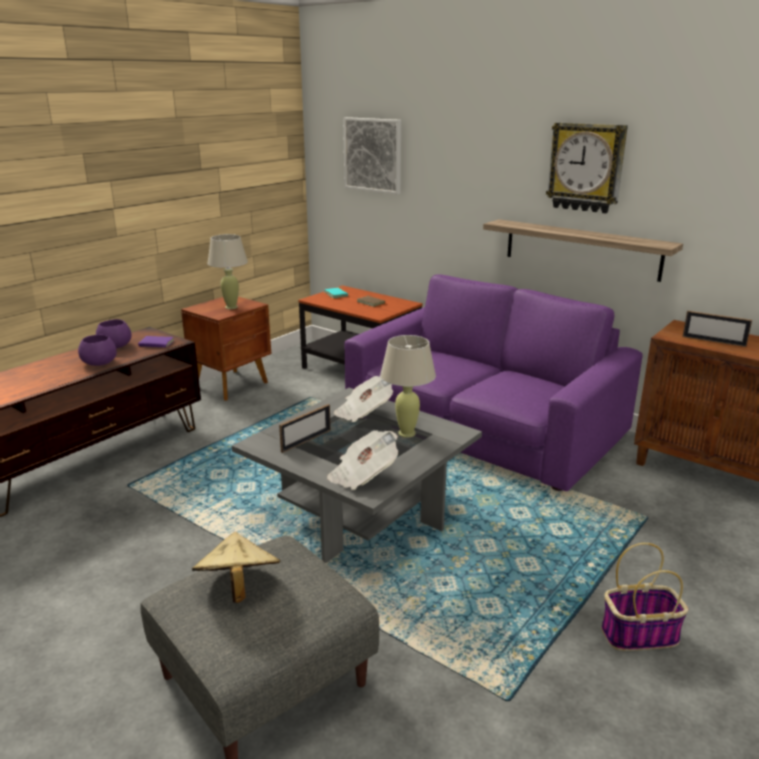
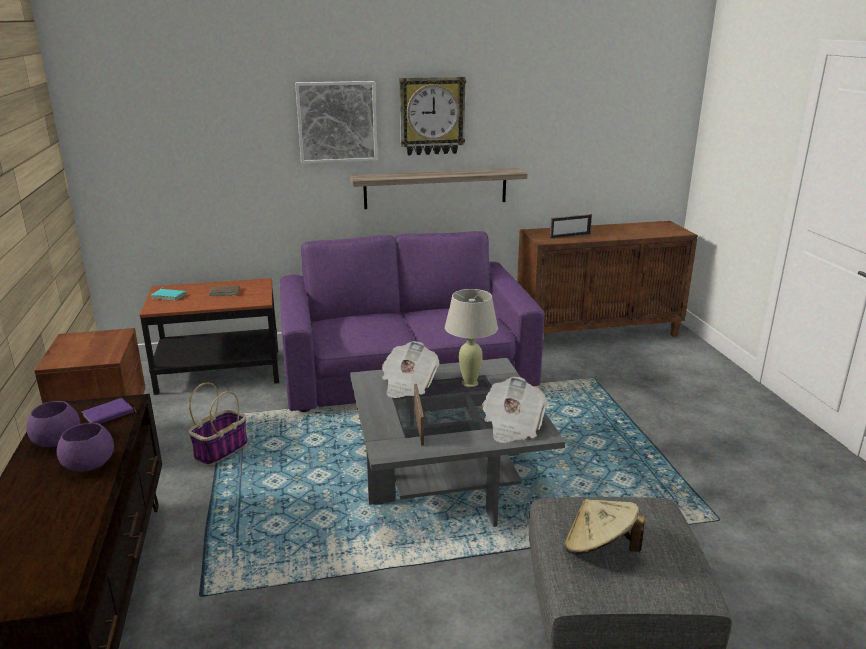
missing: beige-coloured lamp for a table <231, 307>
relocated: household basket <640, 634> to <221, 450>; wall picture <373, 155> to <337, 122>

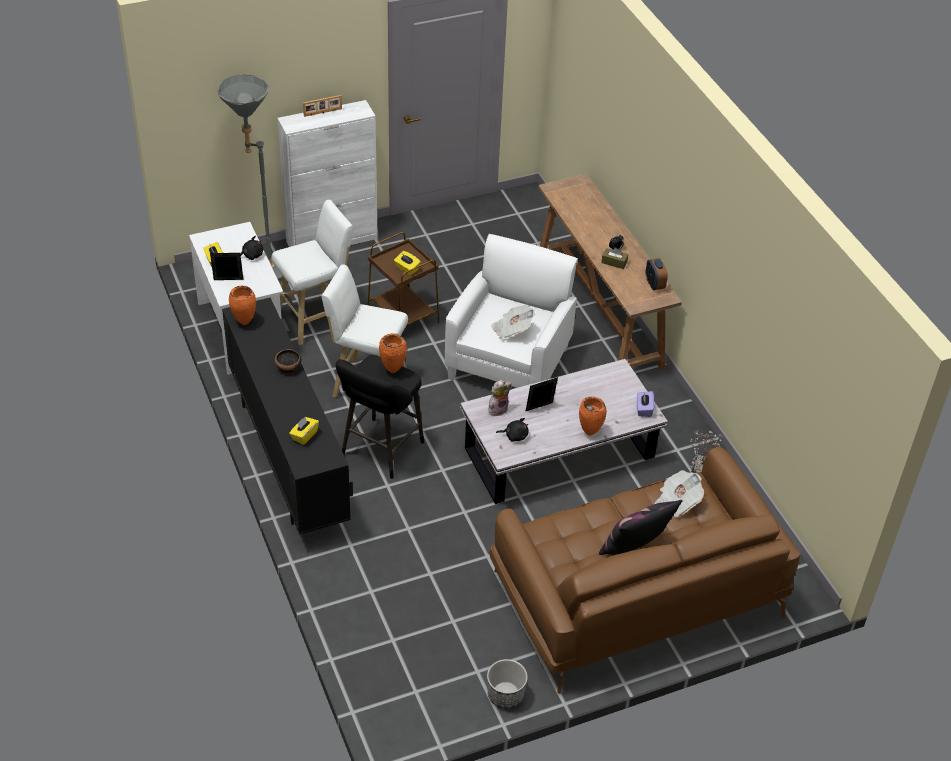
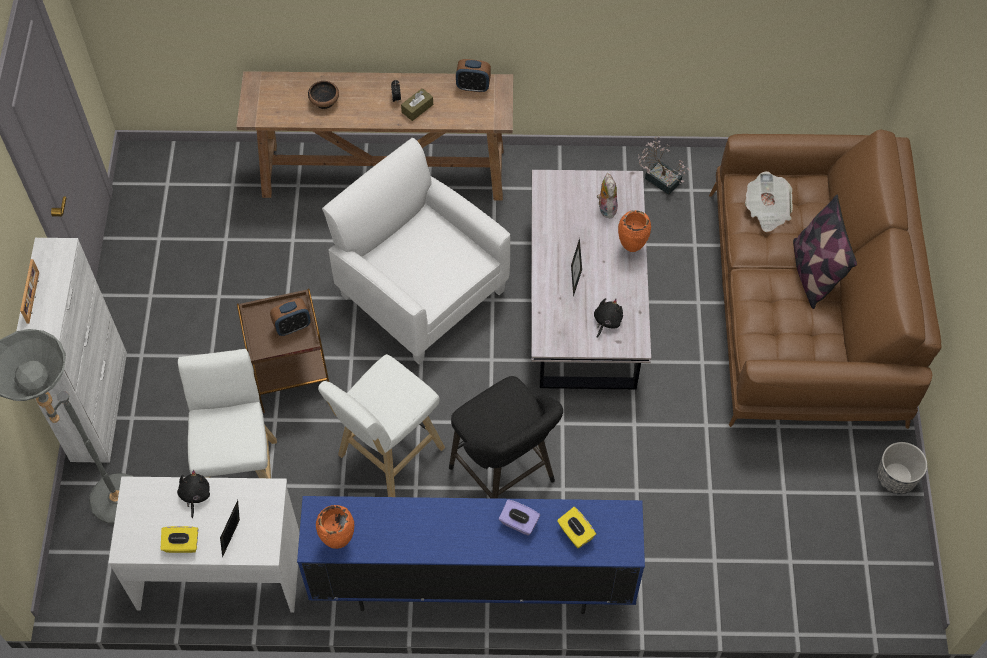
missing: orange-coloured decorative vase <393, 370>; printed paper <512, 330>
relocated: bowl <288, 367> to <324, 101>; purplish tissue holder <644, 409> to <518, 523>; soft toy <498, 409> to <606, 207>
exchanged: yellowish tissue holder <407, 269> to bedside clock <292, 326>
colour: blackish media console <287, 457> to blue-coloured media console <471, 584>

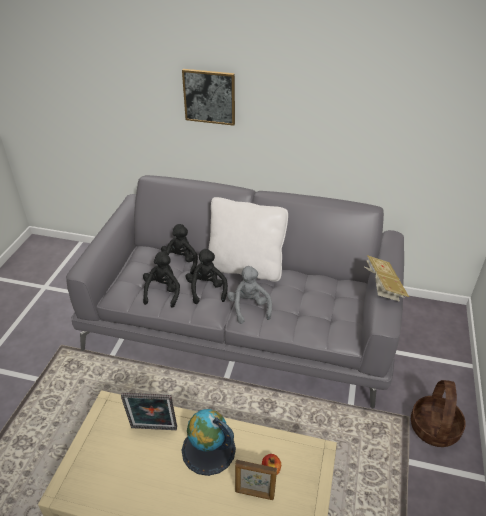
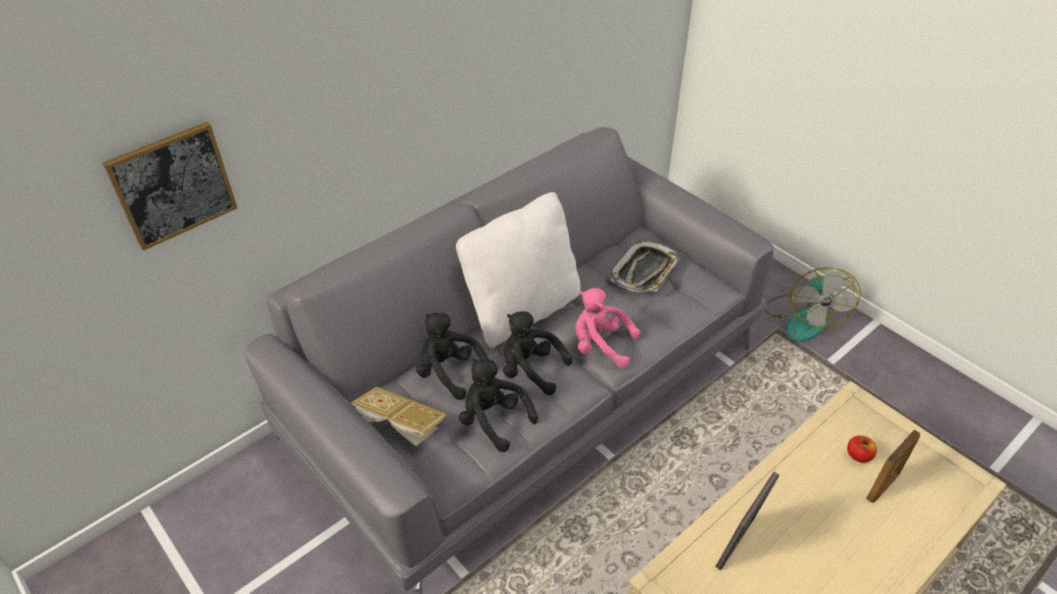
missing: desk globe <208, 450>
appeared: tray <645, 271>
relocated: wall picture <209, 96> to <173, 185>; bound book <382, 287> to <400, 426>
exchanged: household basket <434, 428> to cooling fan <803, 318>
colour: greyish soft toy <249, 308> to pink-coloured soft toy <601, 346>

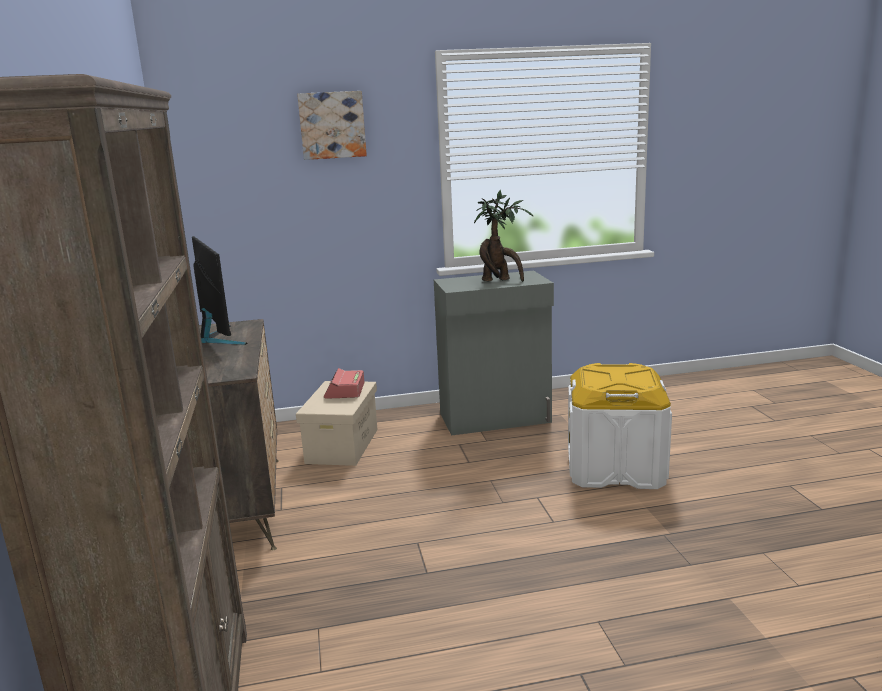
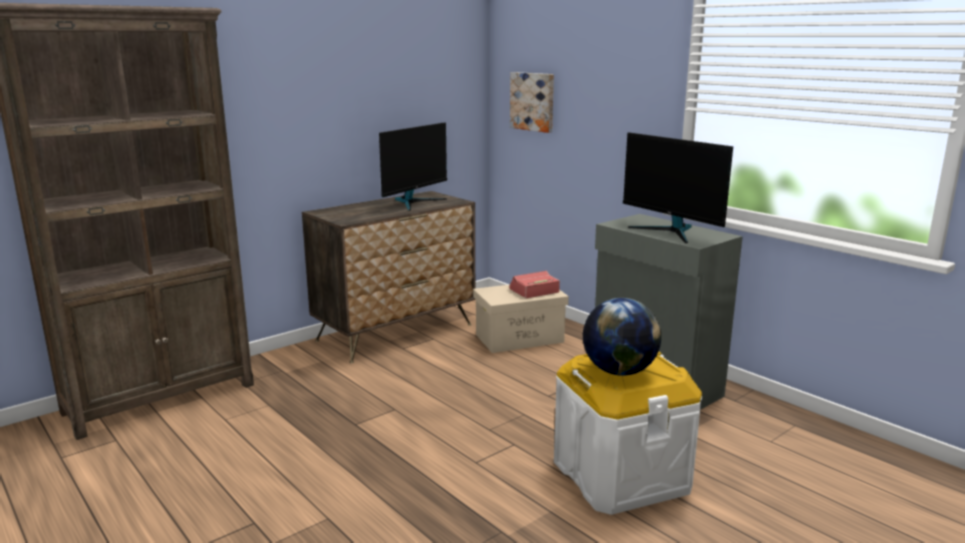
appeared: desk globe <619, 371>
relocated: wall picture <332, 125> to <533, 101>
exchanged: plant in a pot <500, 280> to computer display <671, 231>

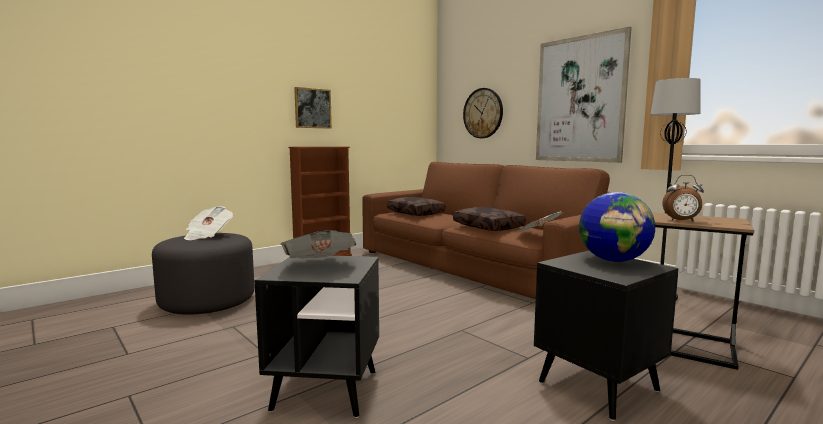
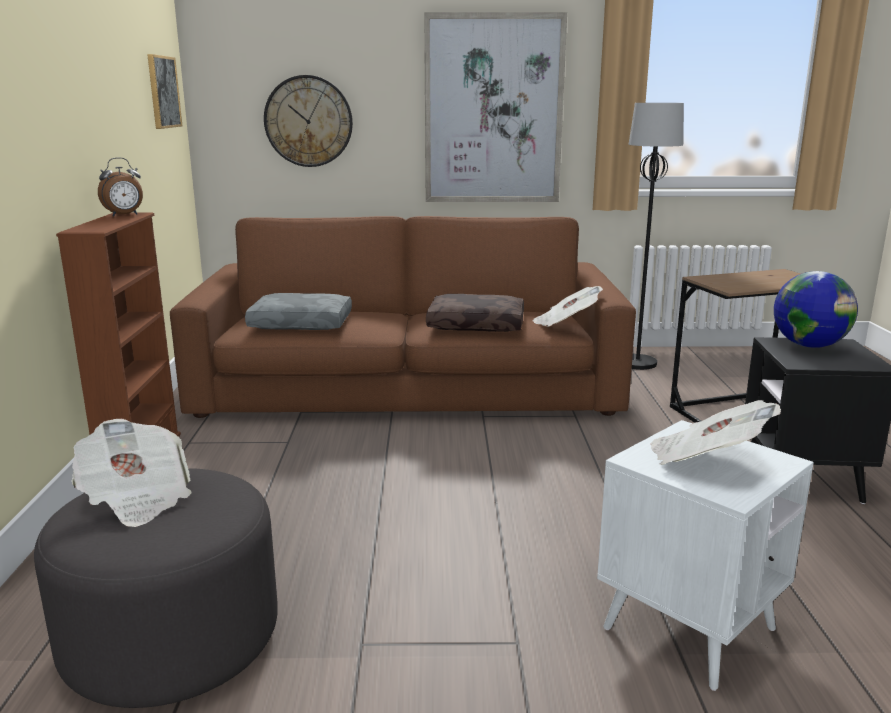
relocated: bedside clock <682, 221> to <124, 215>; wall picture <312, 108> to <163, 92>
colour: brown pillow <416, 213> to greyish pillow <302, 323>; blackish side table <325, 390> to white side table <689, 628>

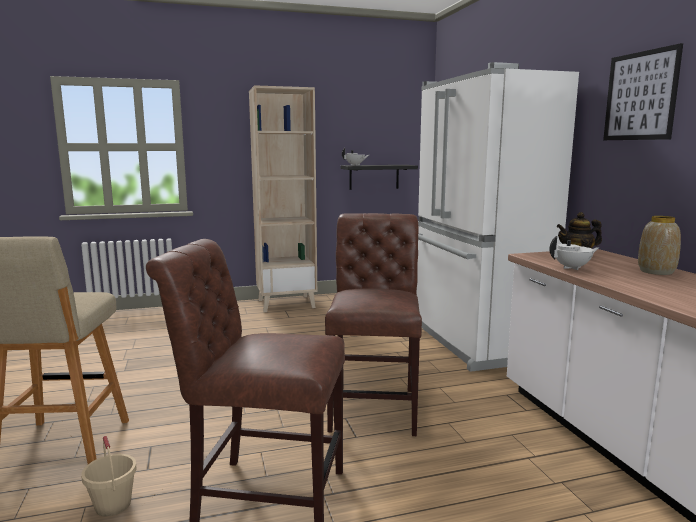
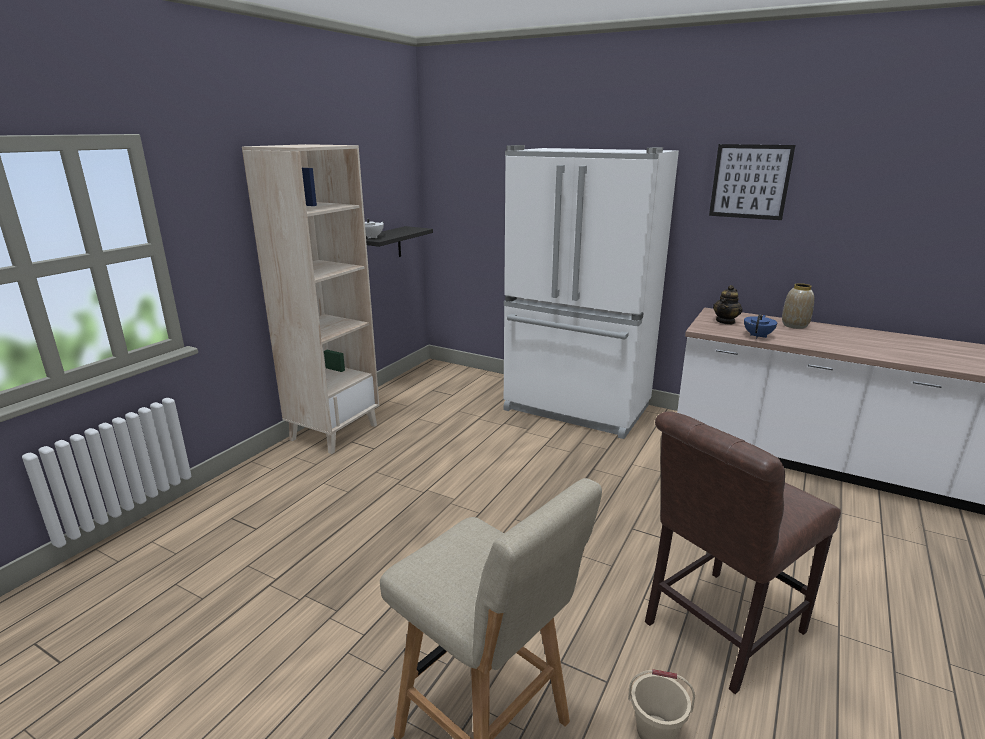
missing: brown chair <375, 405>
colour: white tea pot <572, 268> to blue-coloured tea pot <758, 336>

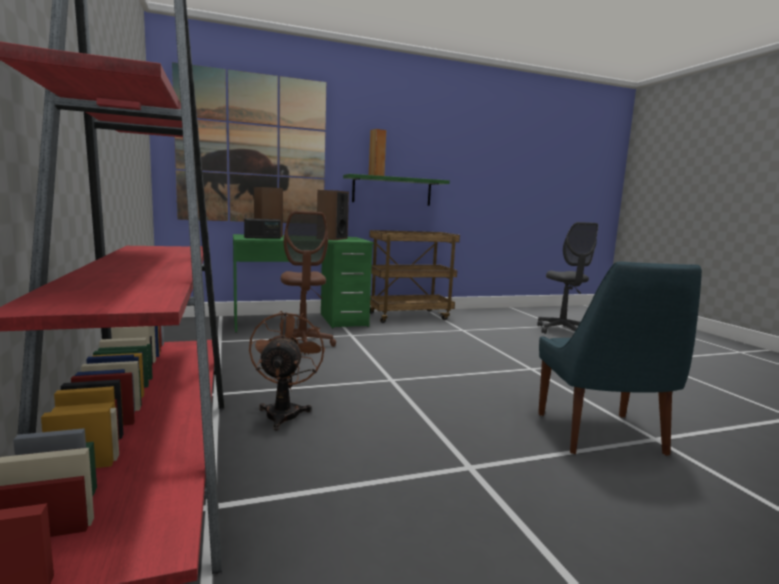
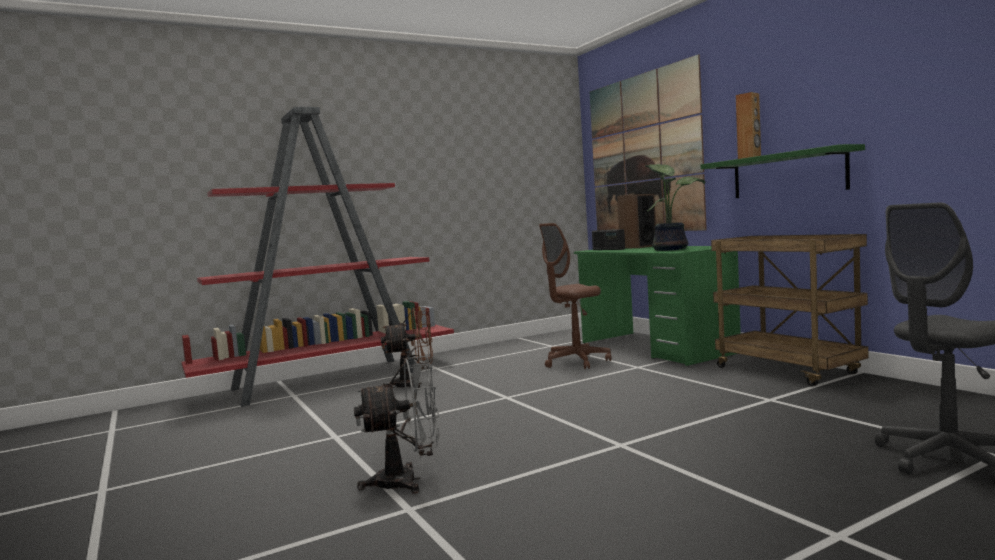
exchanged: blue-coloured chair <601, 436> to greyish cooling fan <407, 481>; audio speaker <332, 238> to plant in a pot <670, 249>

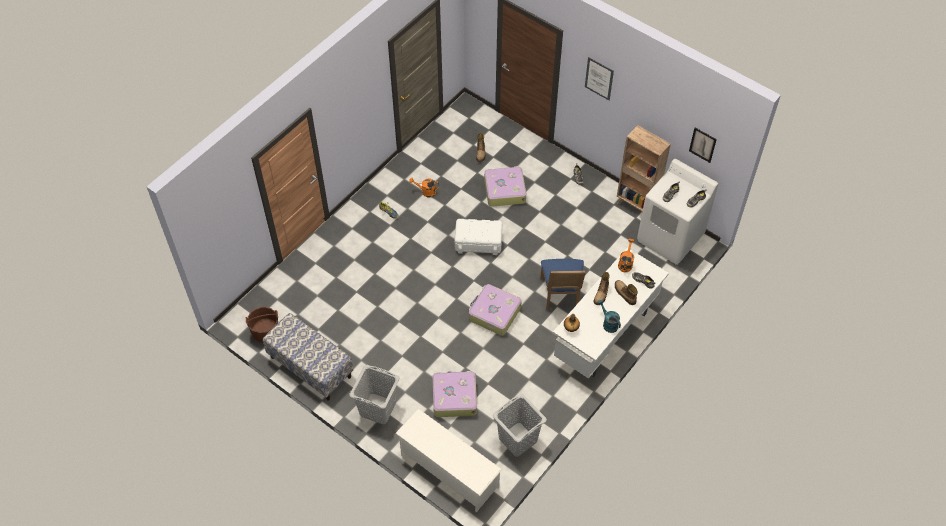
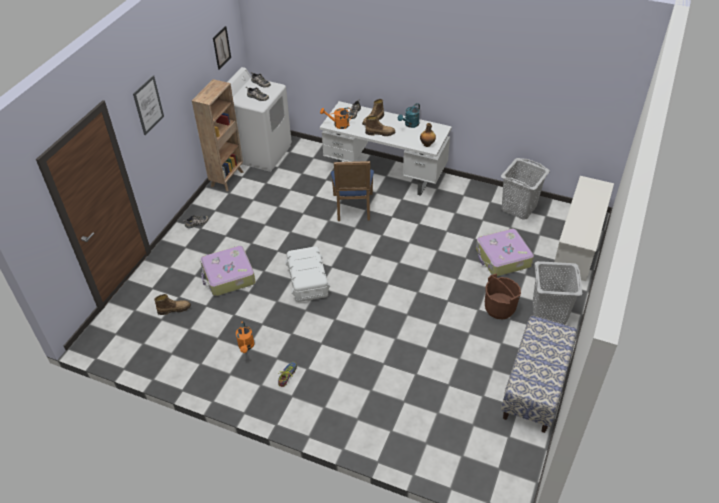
missing: suitcase <494, 313>
relocated: brown pail <266, 332> to <499, 308>
spun: blue-coloured chair <561, 296> = <353, 209> 105 degrees clockwise

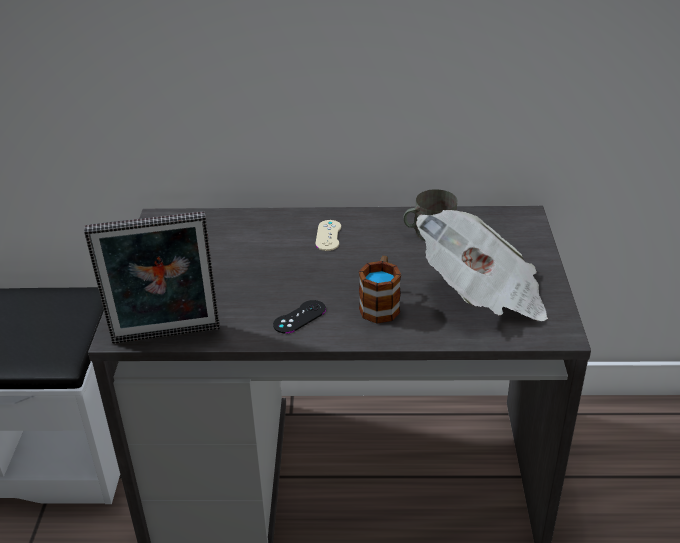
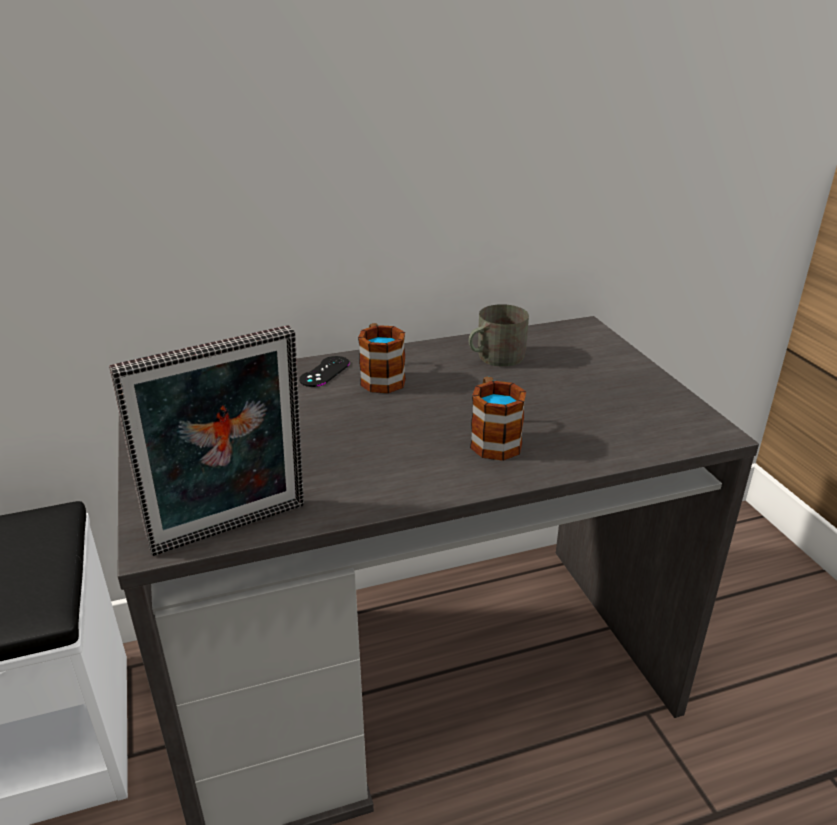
missing: printed paper <482, 295>
relocated: blackish game controller <299, 317> to <324, 372>
exchanged: beige-coloured game controller <328, 235> to coffee mug <380, 377>

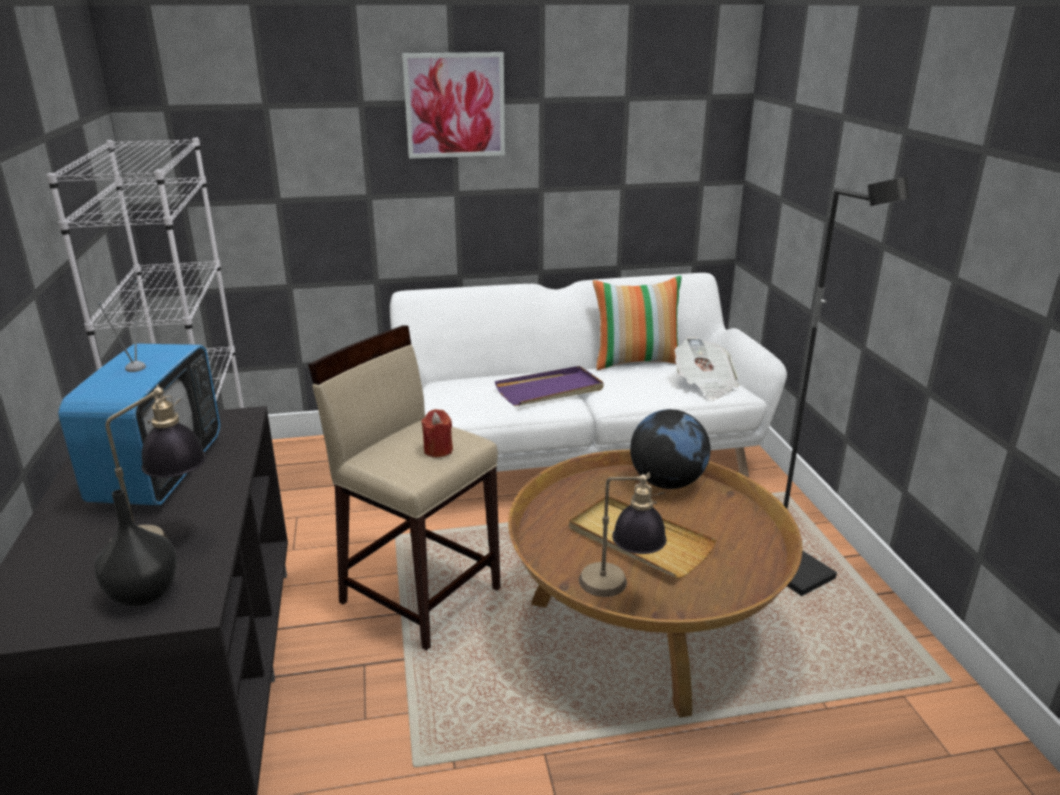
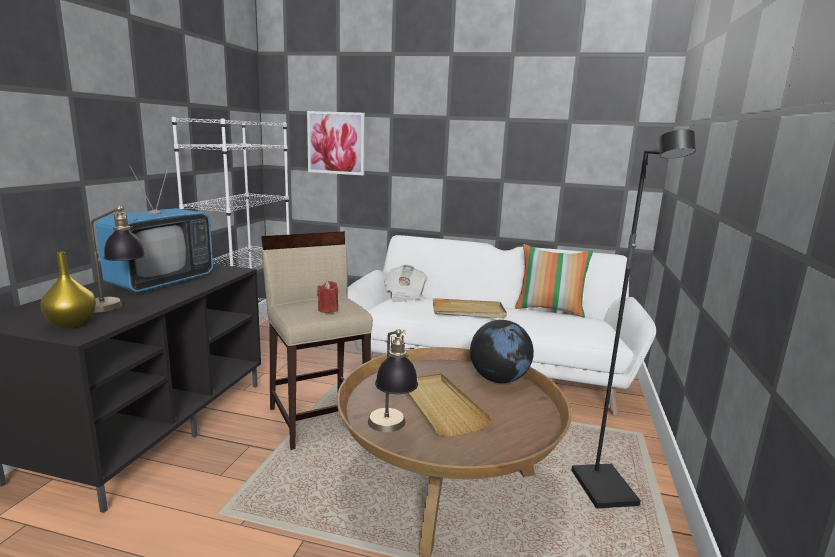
relocated: wall picture <455, 105> to <336, 143>; printed paper <705, 384> to <404, 295>
colour: blackish decorative vase <142, 593> to yellowish decorative vase <71, 324>; purplish tray <550, 390> to beige-coloured tray <468, 311>

